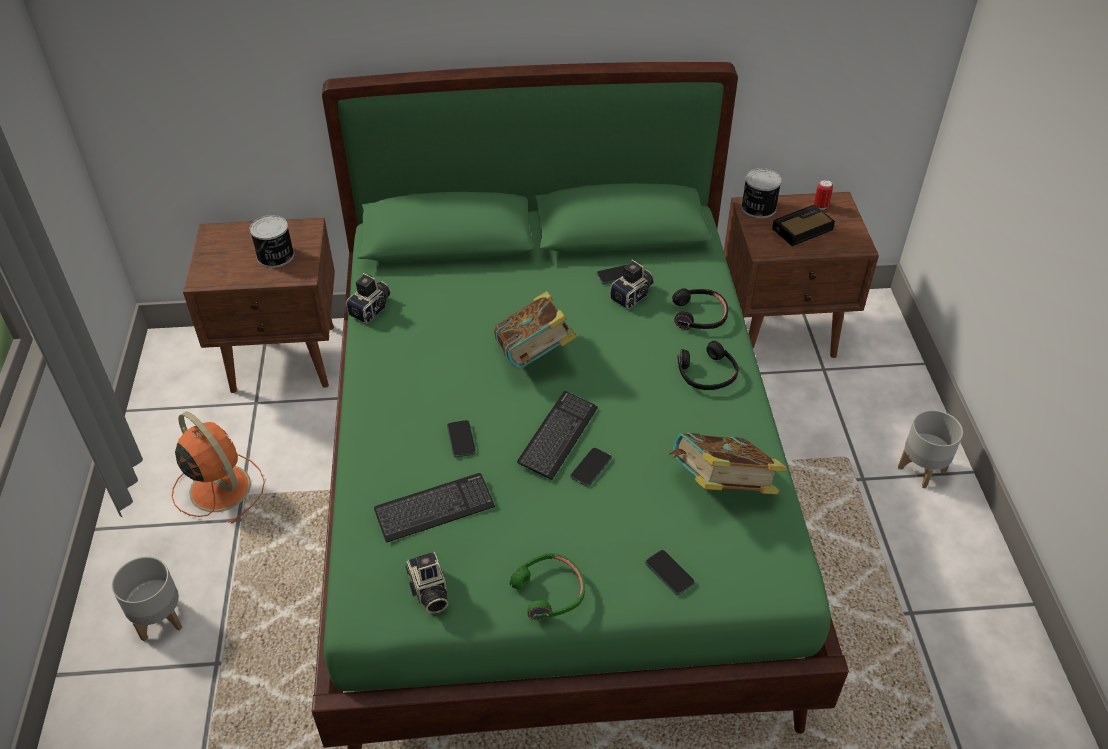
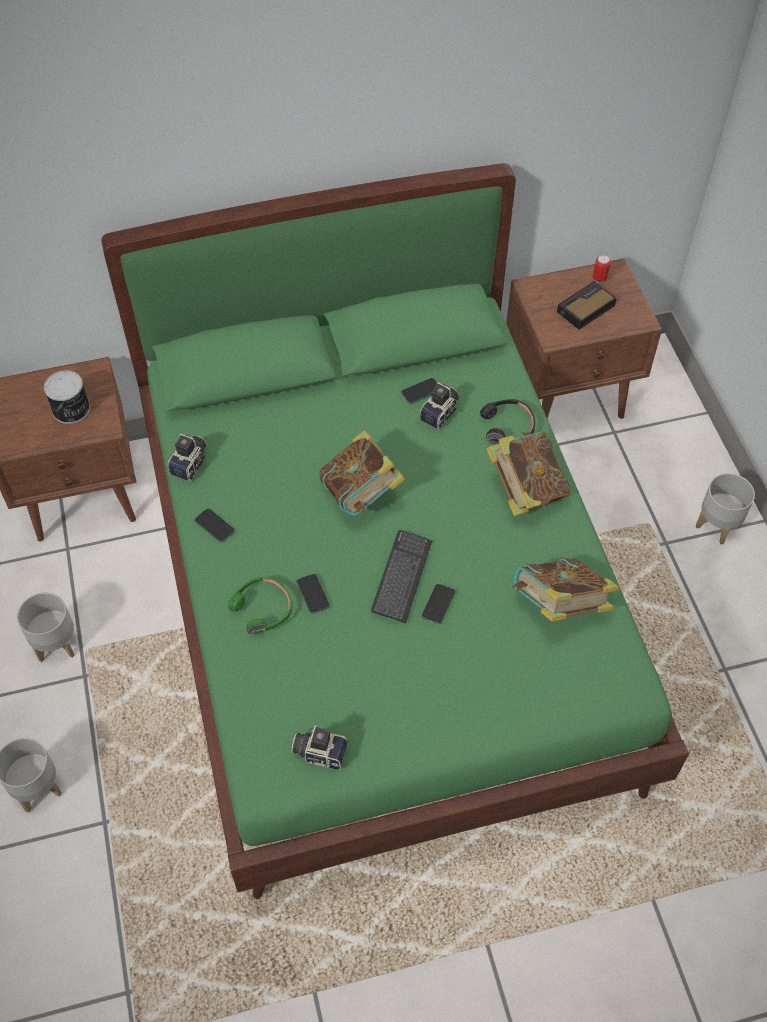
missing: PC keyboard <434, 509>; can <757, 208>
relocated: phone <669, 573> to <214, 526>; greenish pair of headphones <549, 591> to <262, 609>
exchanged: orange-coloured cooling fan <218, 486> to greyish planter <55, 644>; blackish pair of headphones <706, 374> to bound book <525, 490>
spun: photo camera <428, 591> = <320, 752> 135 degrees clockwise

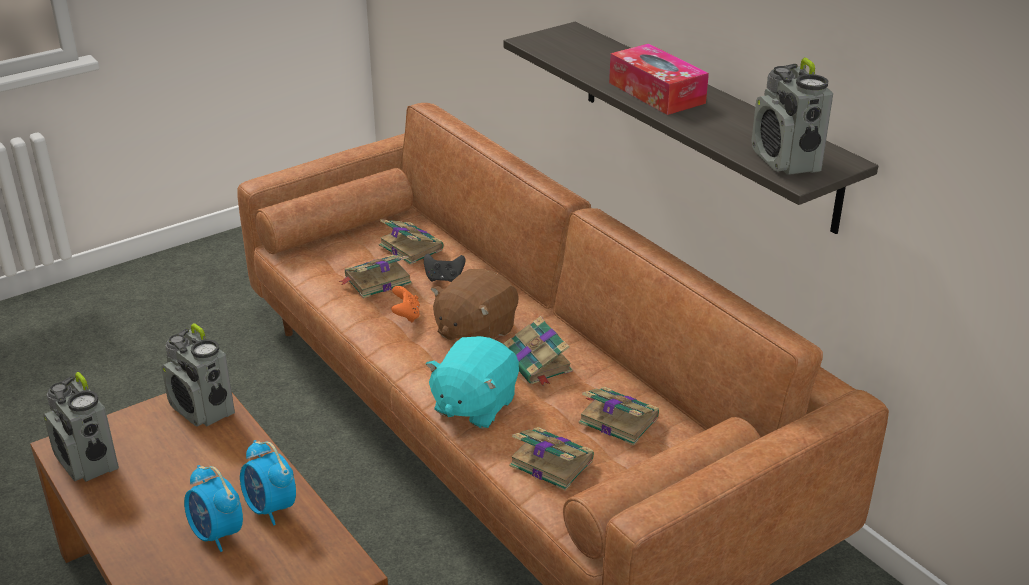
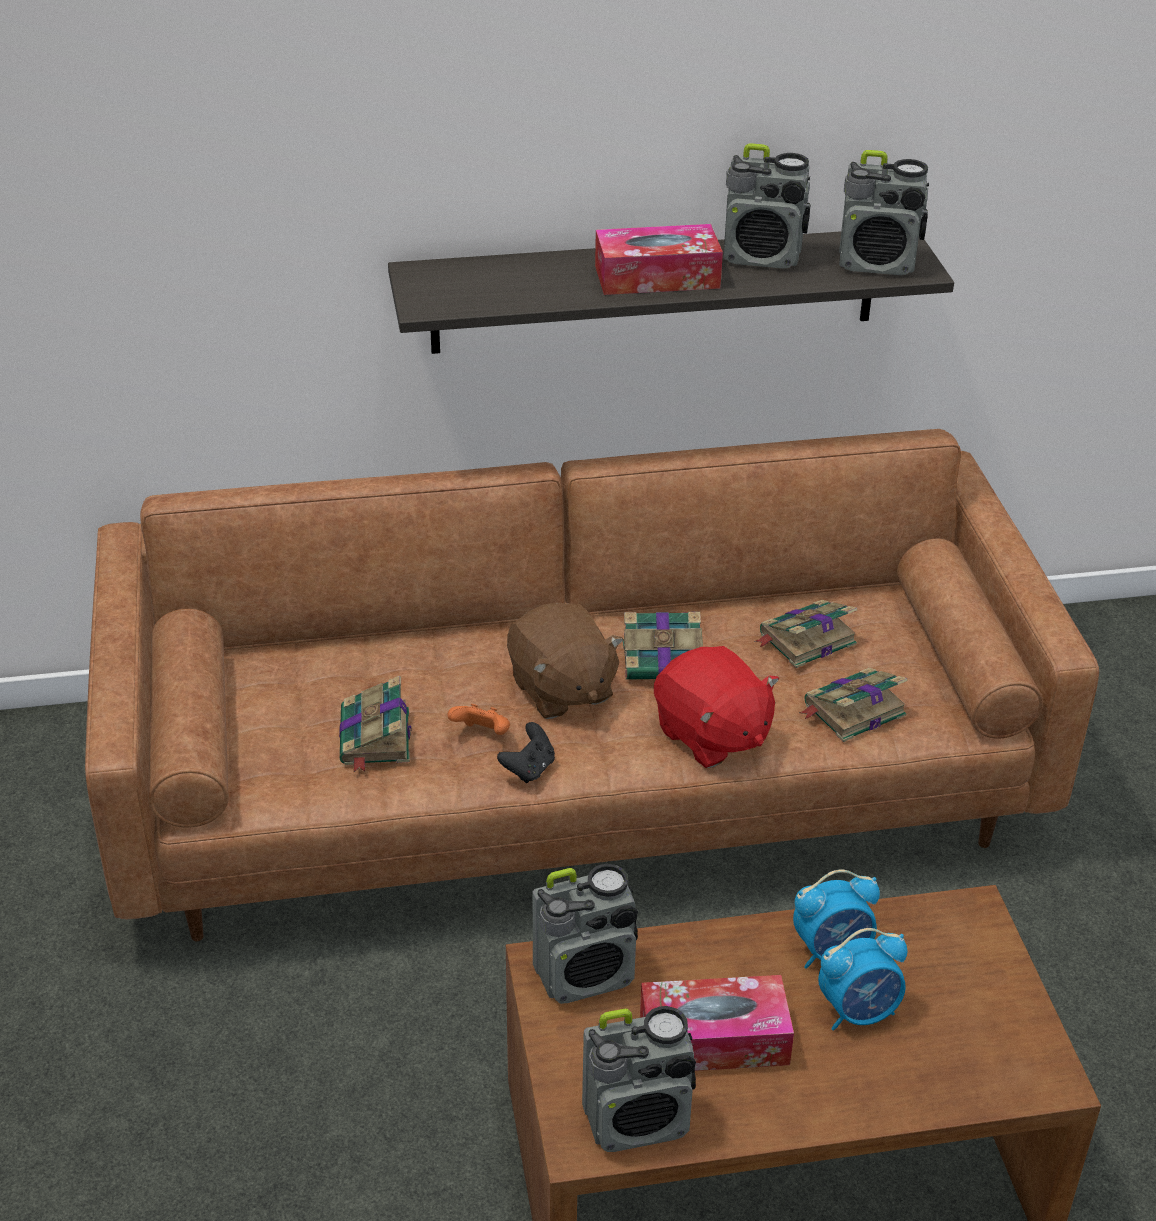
missing: bound book <410, 247>
appeared: tissue holder <713, 1039>; radio set <763, 257>
relocated: blackish game controller <444, 279> to <529, 769>
colour: turquoise-coloured soft toy <474, 405> to red soft toy <711, 736>

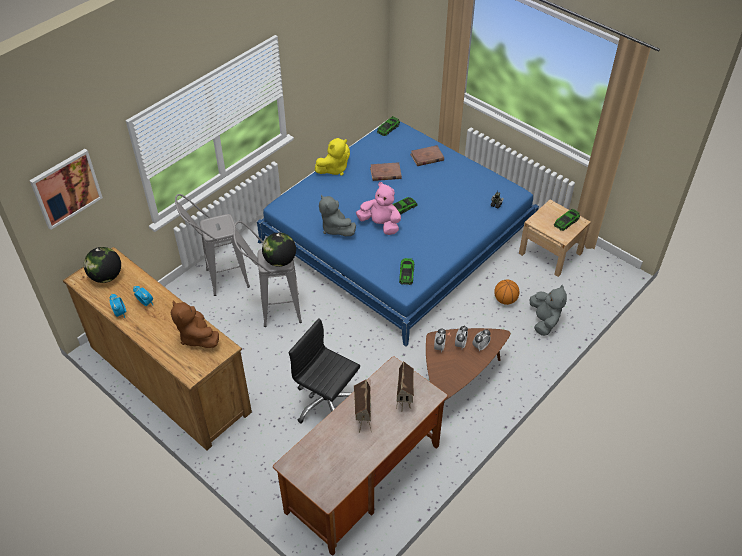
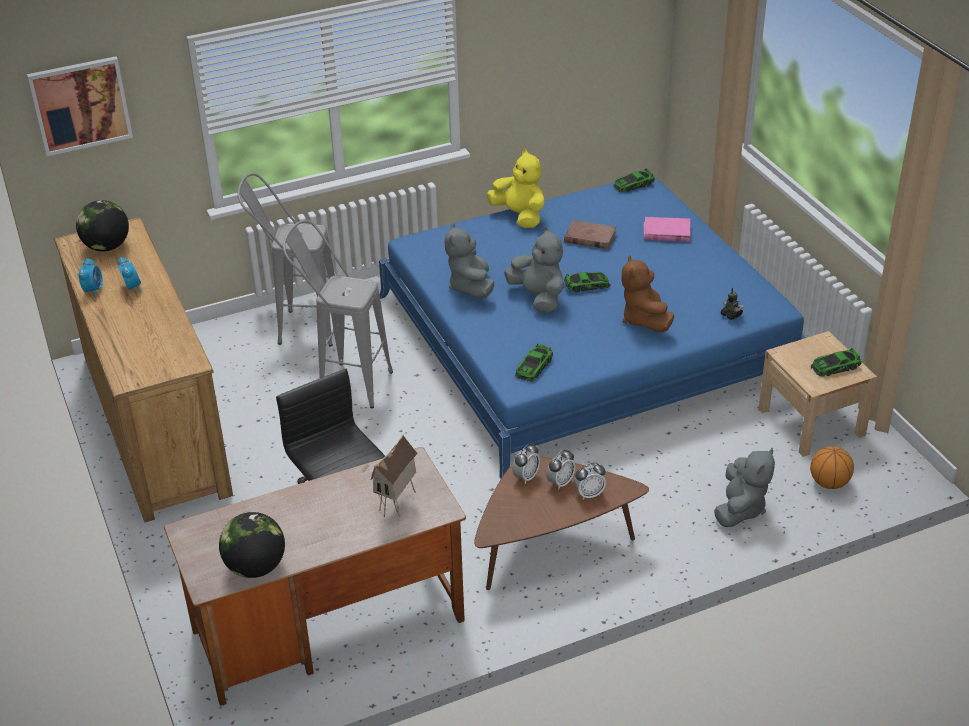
missing: model house <362, 419>
relocated: desk globe <280, 261> to <255, 567>; brown soft toy <197, 336> to <644, 320>; basketball ball <505, 300> to <829, 483>
colour: pink-coloured soft toy <380, 224> to greyish soft toy <538, 297>; brown bound book <427, 157> to pink-coloured bound book <666, 232>
spun: yellowish soft toy <334, 169> = <519, 216> 120 degrees counterclockwise

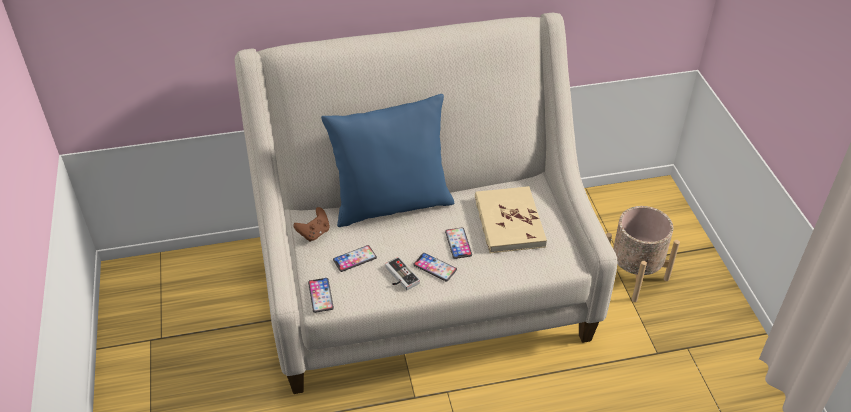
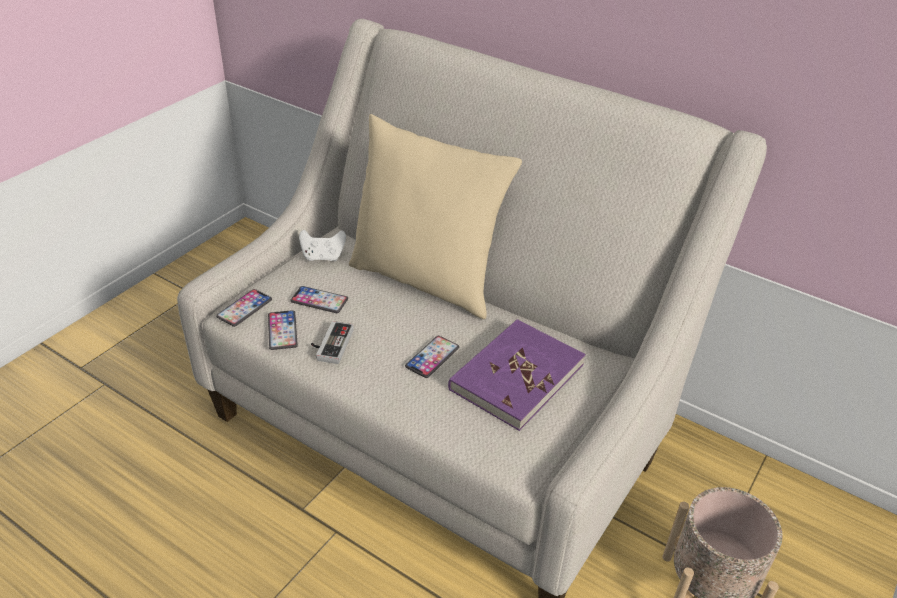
relocated: phone <435, 267> to <282, 331>
colour: brown game controller <314, 233> to white game controller <323, 257>; blue-coloured pillow <391, 204> to beige-coloured pillow <426, 280>; beige-coloured bound book <508, 222> to purplish bound book <516, 376>

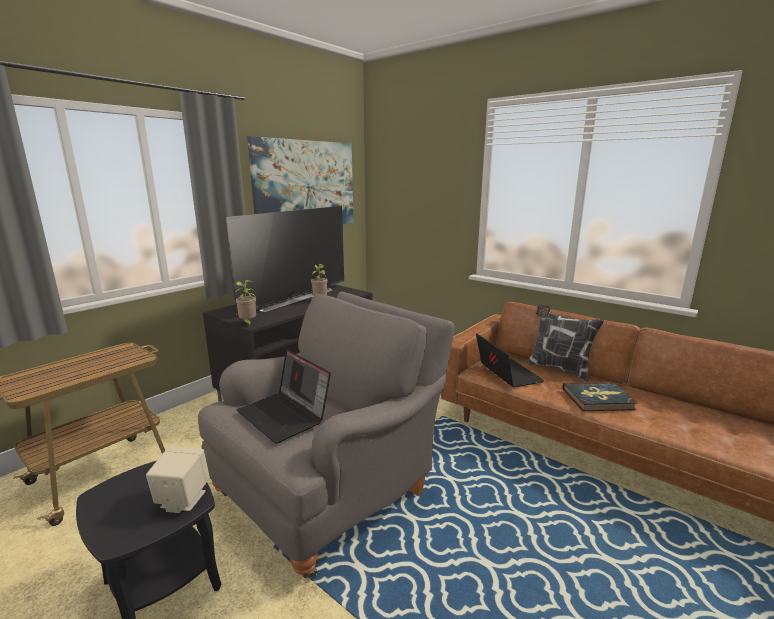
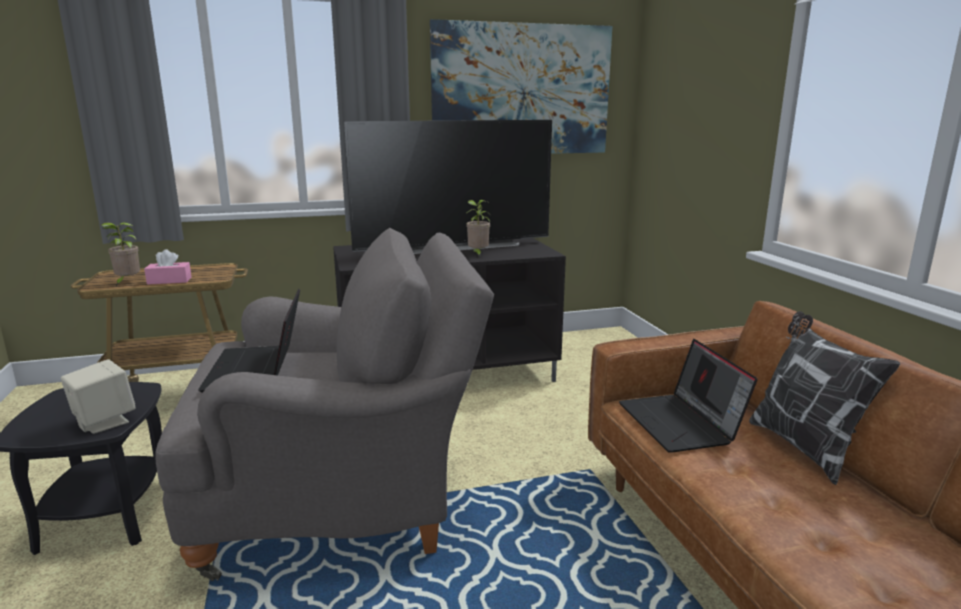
missing: bound book <598, 399>
appeared: pink-coloured tissue holder <169, 281>
relocated: plant in a pot <248, 323> to <127, 282>
spun: portable computer <506, 373> = <681, 423> 150 degrees clockwise

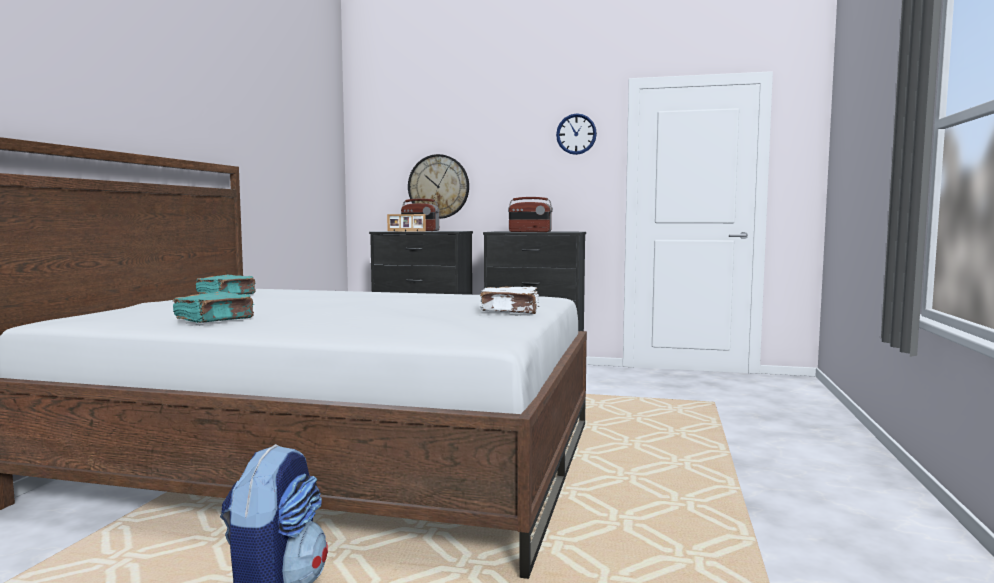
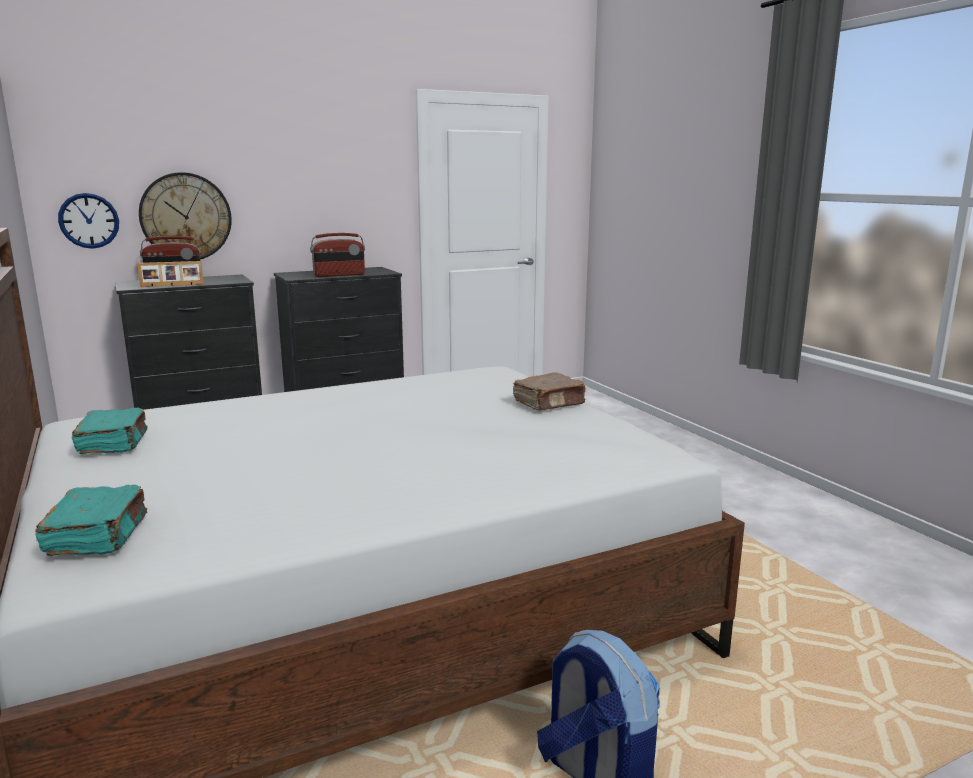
relocated: turquoise-coloured bound book <215, 320> to <99, 537>; clock on the wall <576, 134> to <89, 220>
colour: white bound book <510, 311> to brown bound book <549, 404>

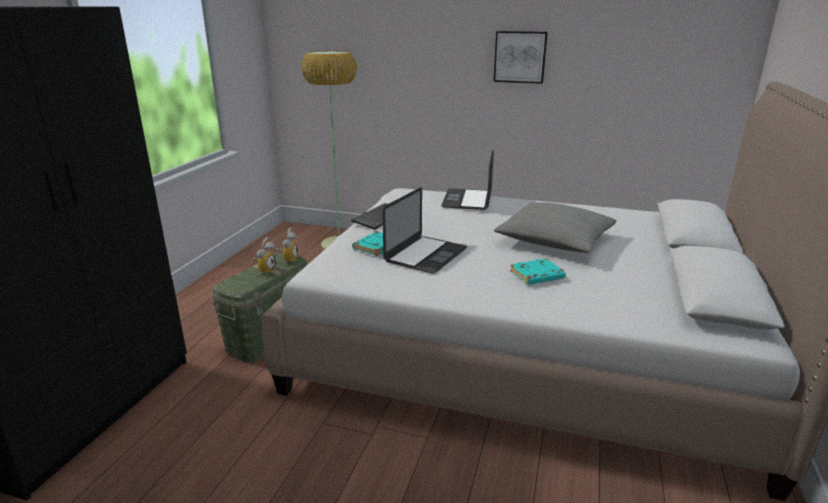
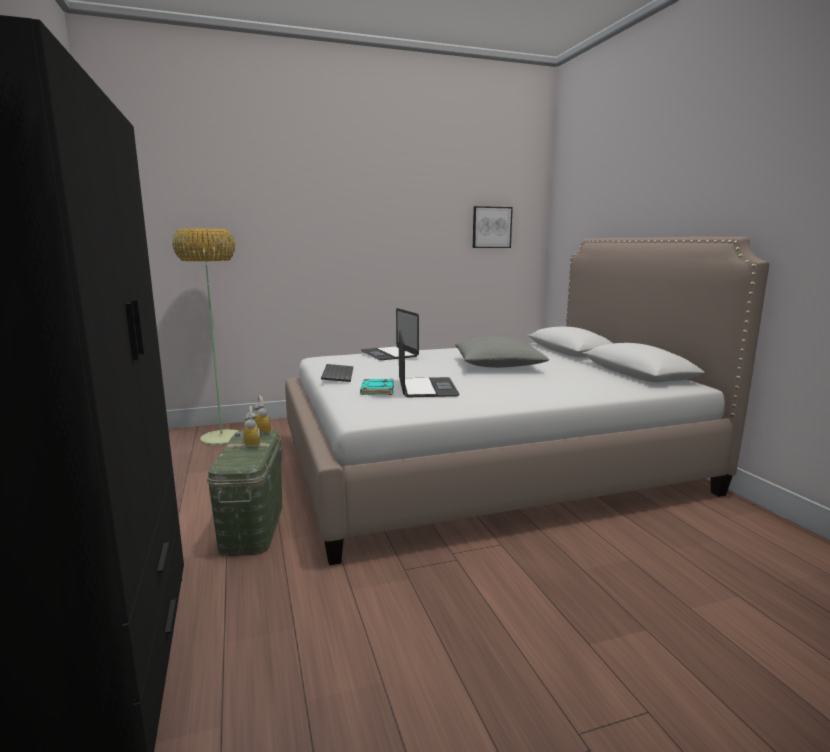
missing: turquoise-coloured bound book <537, 276>
relocated: wall picture <520, 57> to <491, 227>

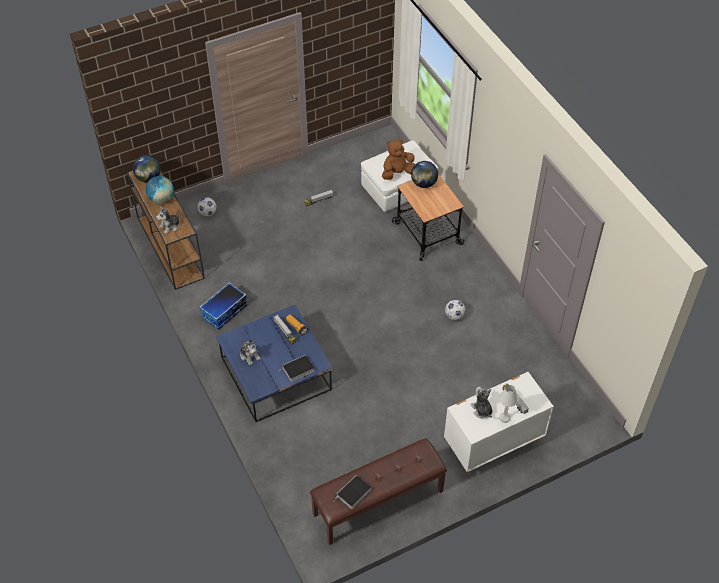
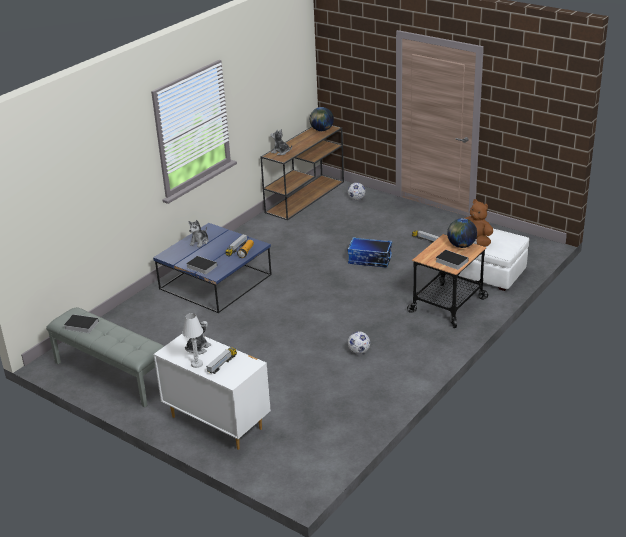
missing: desk globe <161, 199>
appeared: bound book <450, 261>
relocated: storage bin <224, 312> to <369, 260>
colour: brown indoor bench <378, 503> to greyish indoor bench <111, 375>

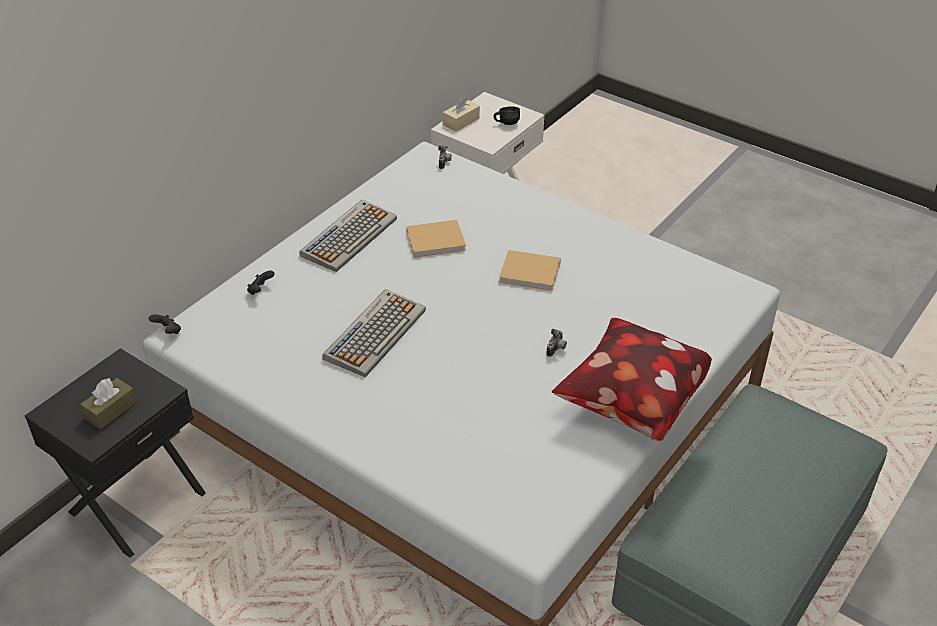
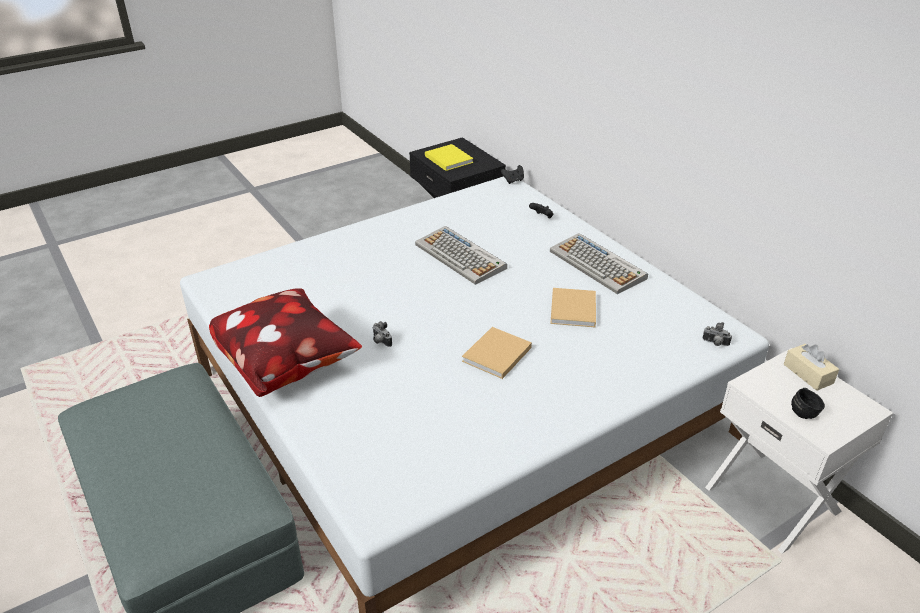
exchanged: brown tissue holder <111, 410> to yellowish bound book <448, 158>

